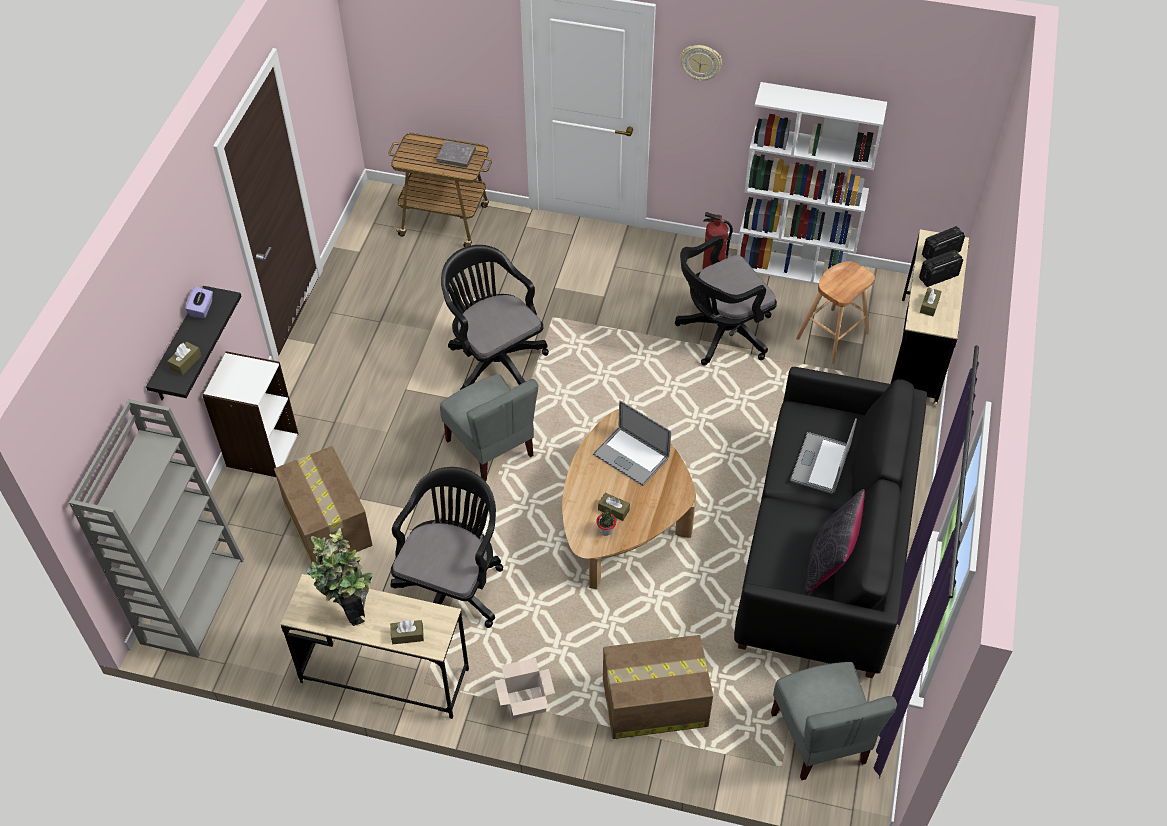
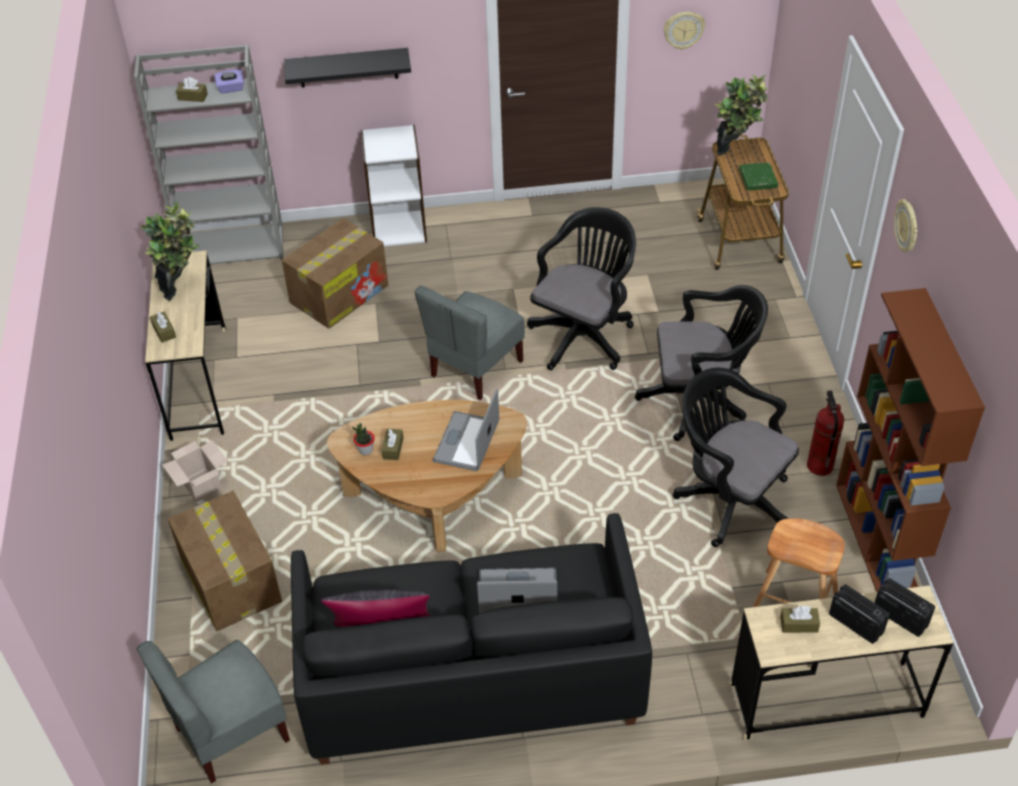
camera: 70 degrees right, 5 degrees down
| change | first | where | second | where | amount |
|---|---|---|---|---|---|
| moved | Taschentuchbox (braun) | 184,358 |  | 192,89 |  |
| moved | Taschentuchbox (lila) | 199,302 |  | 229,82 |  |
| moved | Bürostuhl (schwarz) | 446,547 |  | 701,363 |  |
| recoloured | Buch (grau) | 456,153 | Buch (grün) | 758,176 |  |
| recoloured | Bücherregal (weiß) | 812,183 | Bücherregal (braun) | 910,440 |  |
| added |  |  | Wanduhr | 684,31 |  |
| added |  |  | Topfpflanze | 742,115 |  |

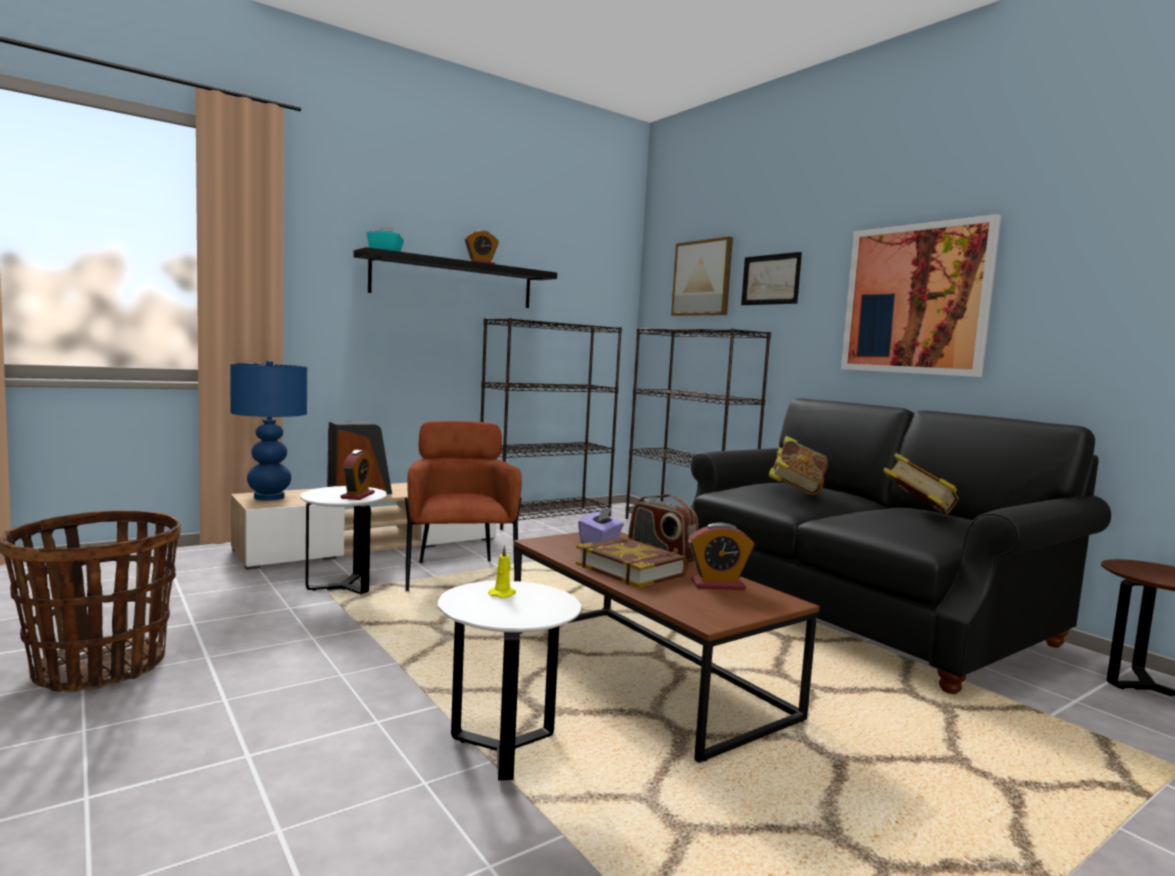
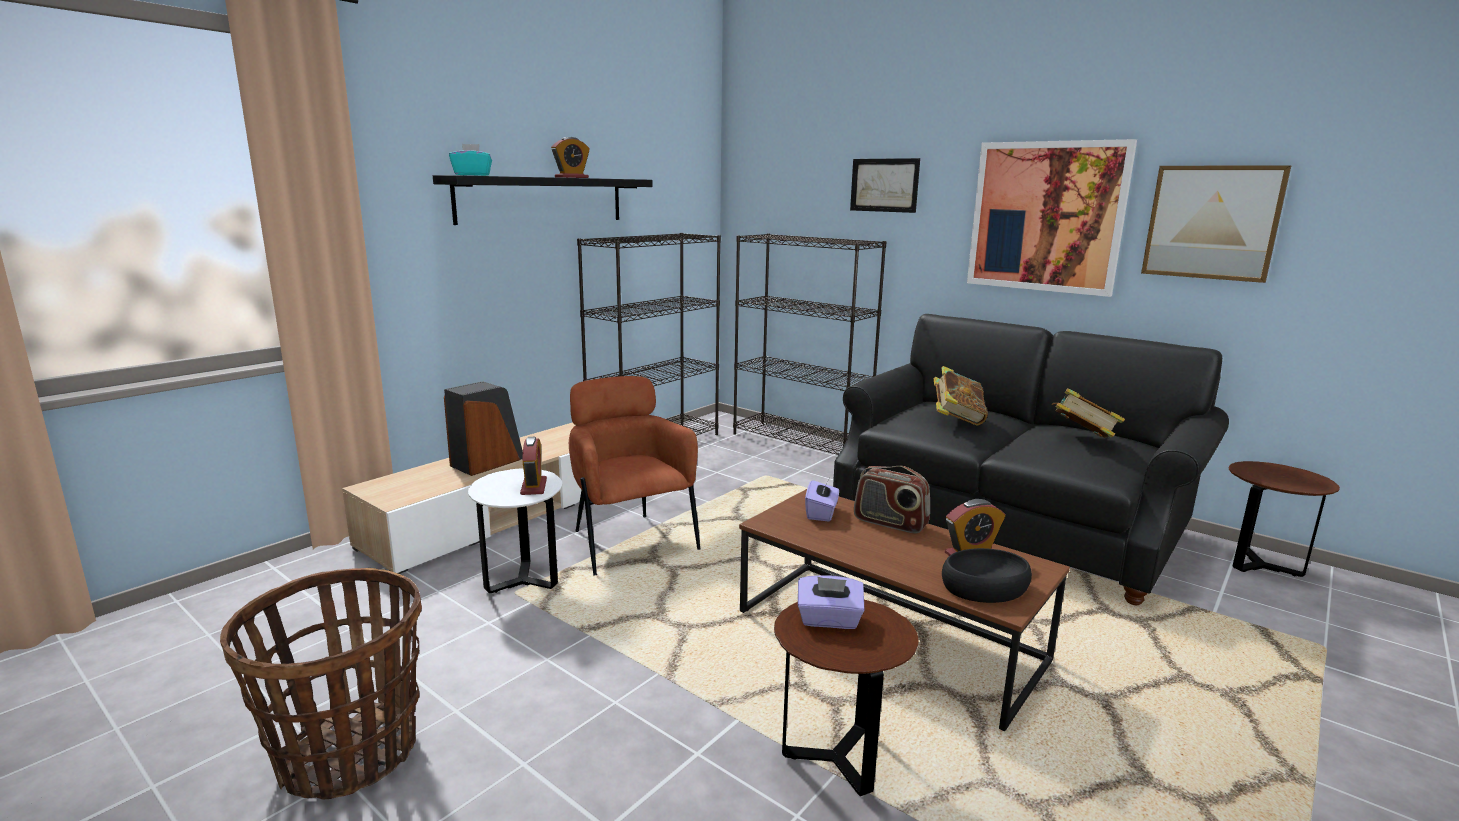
camera: 15 degrees left, 10 degrees up
| change | first | where | second | where | amount |
|---|---|---|---|---|---|
| removed | Tischlampe (blau) | 268,430 |  |  |  |
| recoloured | Beistelltisch (weiß) | 509,680 | Beistelltisch (braun) | 846,698 |  |
| replaced | Kerze (gelb) | 502,571 | Taschentuchbox (lila) | 831,602 |  |
| removed | Buch | 632,562 |  |  |  |
| moved | Bild | 702,276 |  | 1216,224 |  |
| added |  |  | Schüssel (schwarz) | 987,575 |  |

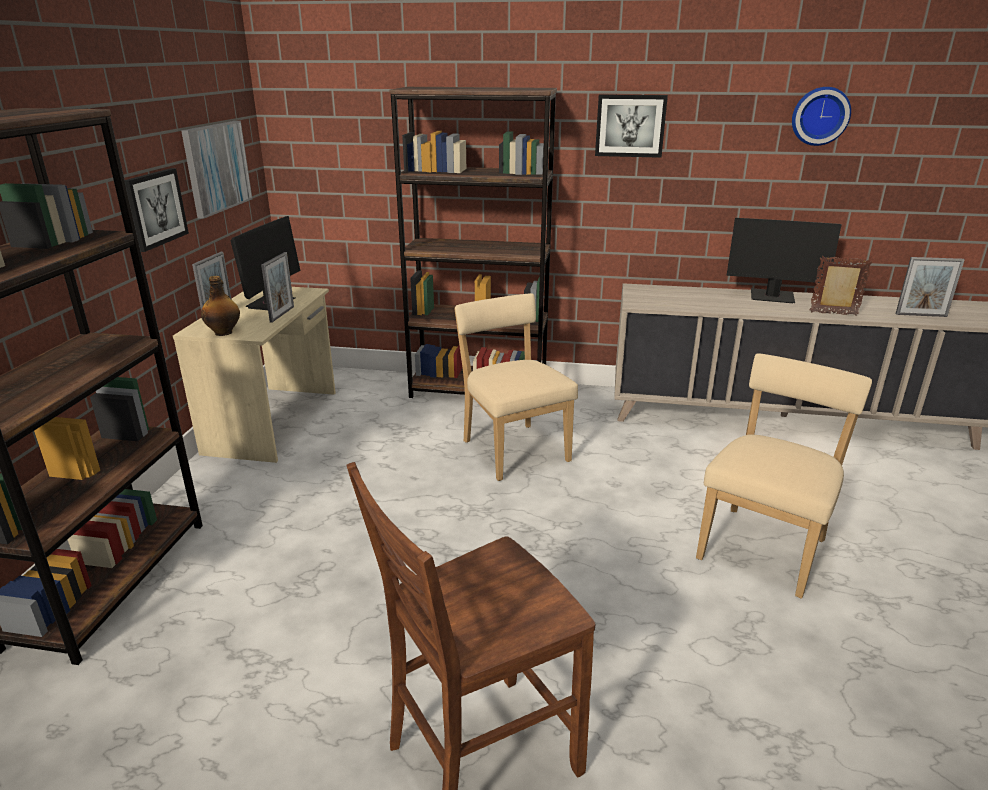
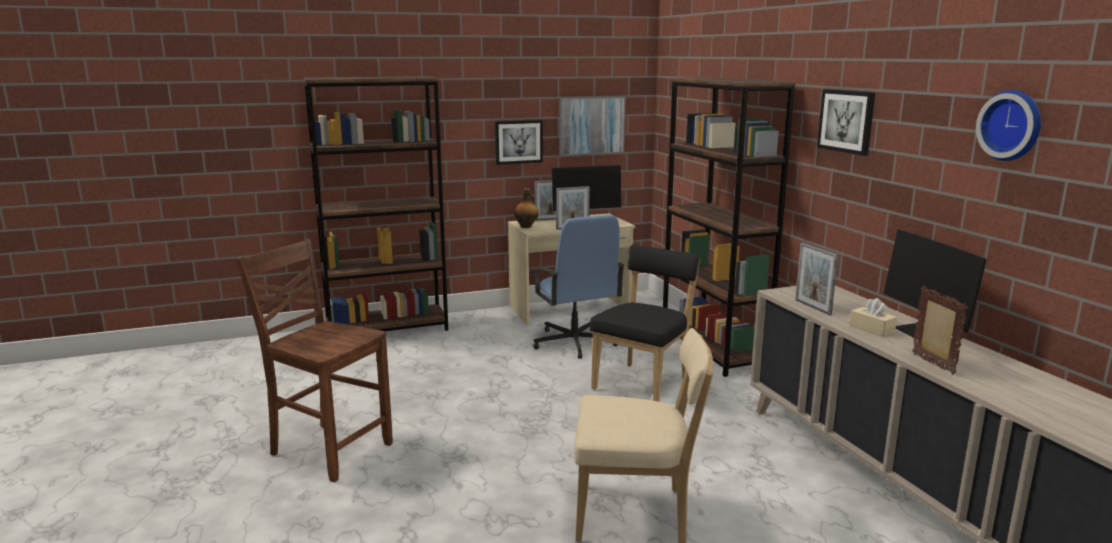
camera: 60 degrees right, 10 degrees down
| change | first | where | second | where | amount |
|---|---|---|---|---|---|
| recoloured | Stuhl (beige) | 516,387 | Stuhl (schwarz) | 645,323 |  |
| moved | Bilderrahmen | 930,287 |  | 816,279 |  |
| added |  |  | Bürostuhl (blau) | 578,287 |  |
| added |  |  | Taschentuchbox (beige) | 873,317 |  |

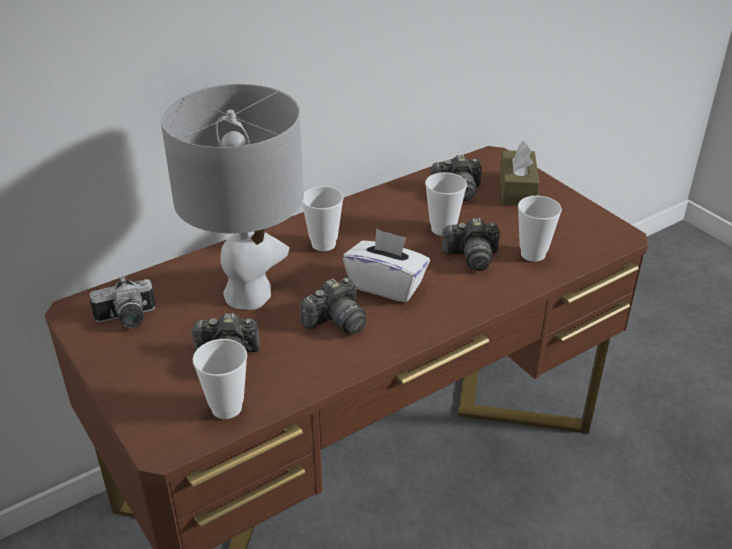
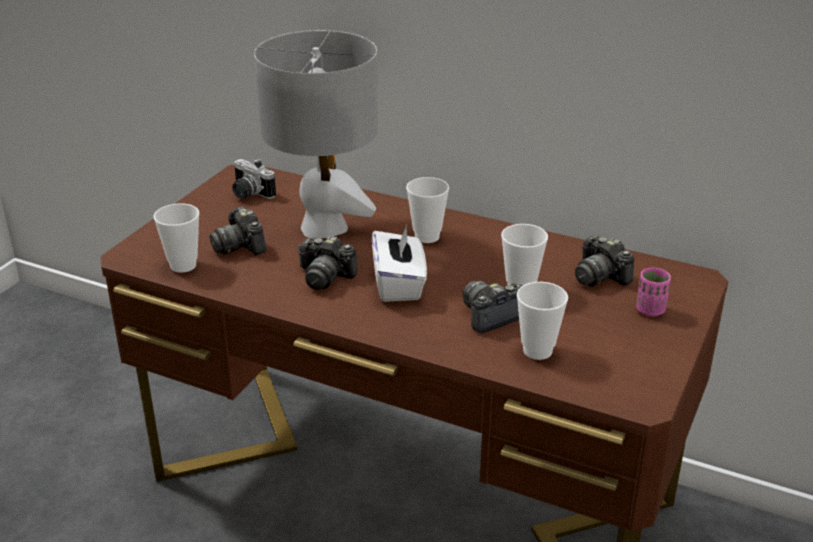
camera: 60 degrees right, 5 degrees down
| change | first | where | second | where | amount |
|---|---|---|---|---|---|
| turned | Kamera | 470,244 |  | 492,307 | 90 degrees clockwise |
| replaced | Taschentuchbox (braun) | 519,173 | Tasse (rosa) | 653,292 |  |

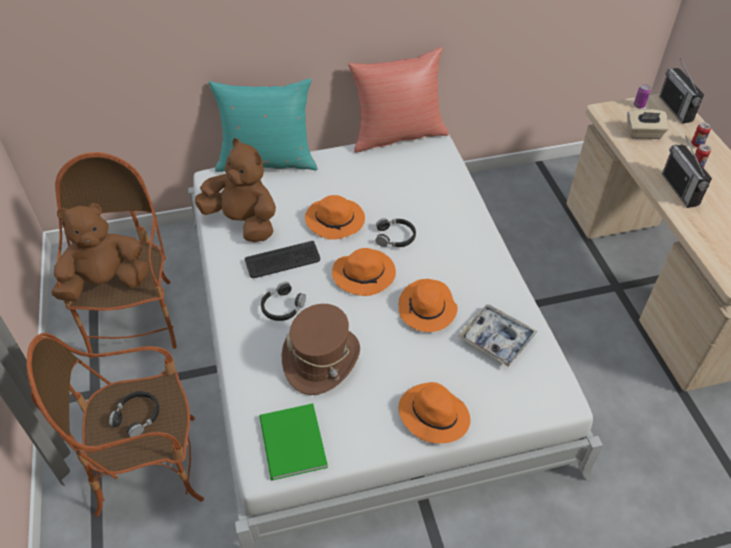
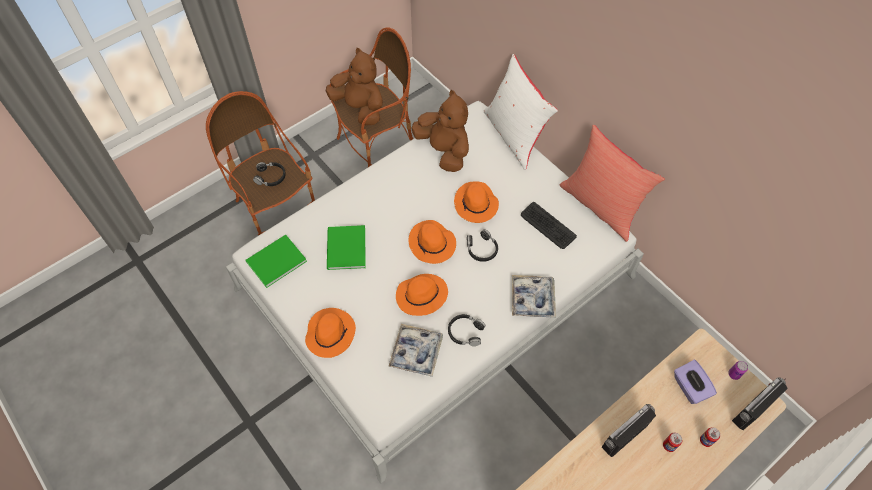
camera: 65 degrees right, 10 degrees up
| change | first | where | second | where | amount |
|---|---|---|---|---|---|
| turned | Plüschtier (braun) | 235,190 |  | 440,131 | 45 degrees counterclockwise |
| recoloured | Kissen (türkis) | 263,125 | Kissen (weiß) | 521,112 |  |
| moved | Tastatur | 282,259 |  | 549,225 |  |
| moved | Kopfhörer (schwarz) | 283,301 |  | 467,330 |  |
| replaced | Hut (braun) | 321,349 | Buch (grün) | 346,247 |  |
| recoloured | Taschentuchbox (beige) | 648,124 | Taschentuchbox (lila) | 695,382 |  |
| added |  |  | Tablett | 534,296 |  |

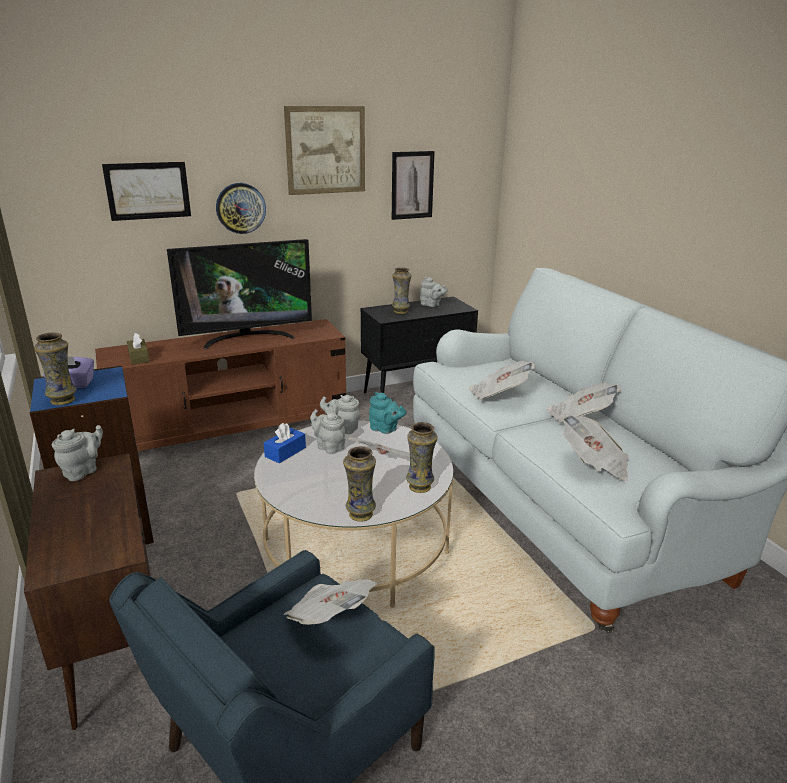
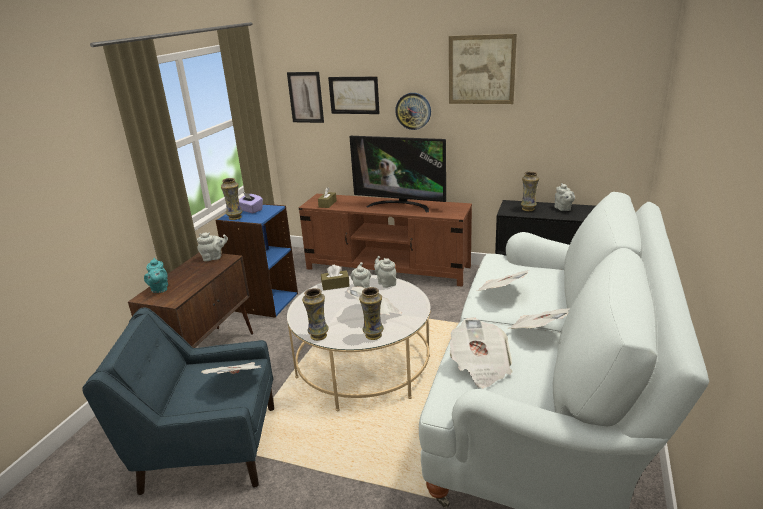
camera: 45 degrees right, 0 degrees up
| change | first | where | second | where | amount |
|---|---|---|---|---|---|
| recoloured | Taschentuchbox (blau) | 285,443 | Taschentuchbox (braun) | 335,277 |  |
| moved | Teekanne (türkis) | 387,413 |  | 156,275 |  |
| moved | Bild | 413,185 |  | 305,97 |  |

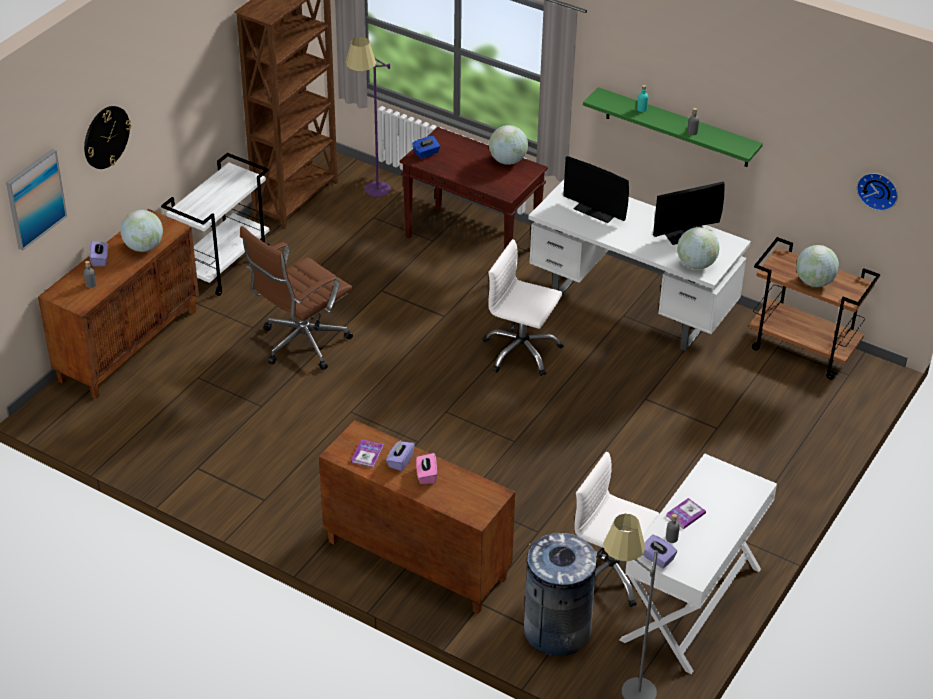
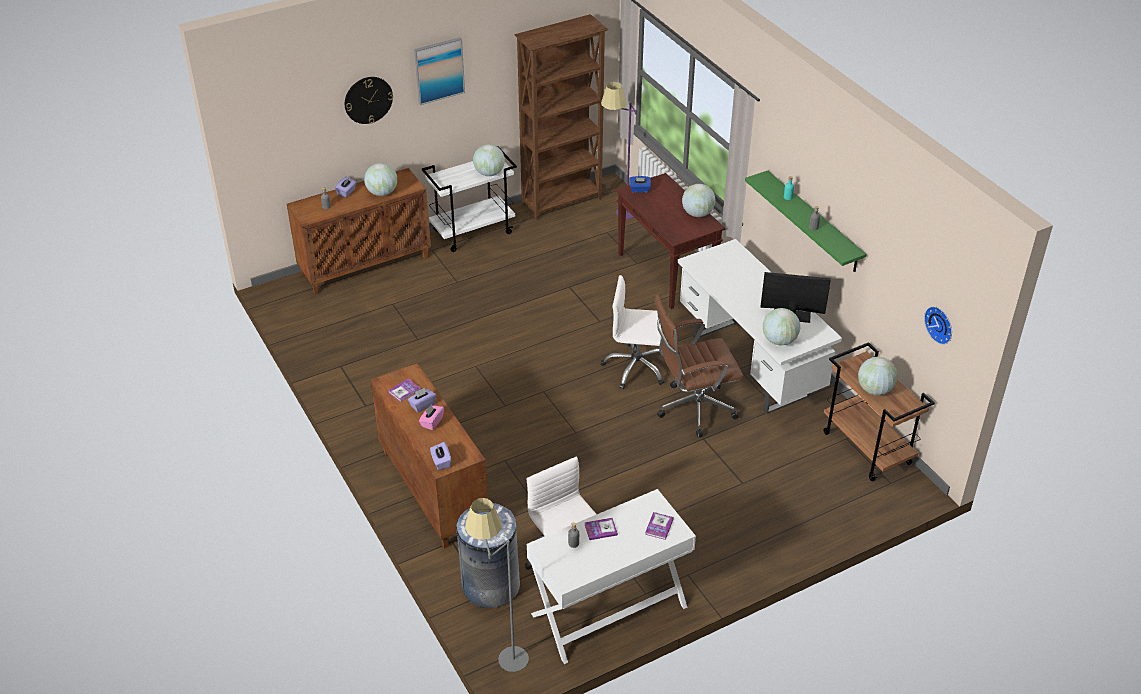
camera: 30 degrees right, 0 degrees up
| change | first | where | second | where | amount |
|---|---|---|---|---|---|
| moved | Bild | 36,200 |  | 439,71 |  |
| moved | Bürostuhl (braun) | 296,298 |  | 699,366 |  |
| turned | Bürostuhl (weiß) | 523,307 |  | 632,332 | 45 degrees counterclockwise |
| removed | Monitor | 596,189 |  |  |  |
| moved | Taschentuchbox (lila) | 660,551 |  | 440,456 |  |
| added |  |  | Globus | 489,160 |  |
| added |  |  | Buch | 659,526 |  |

